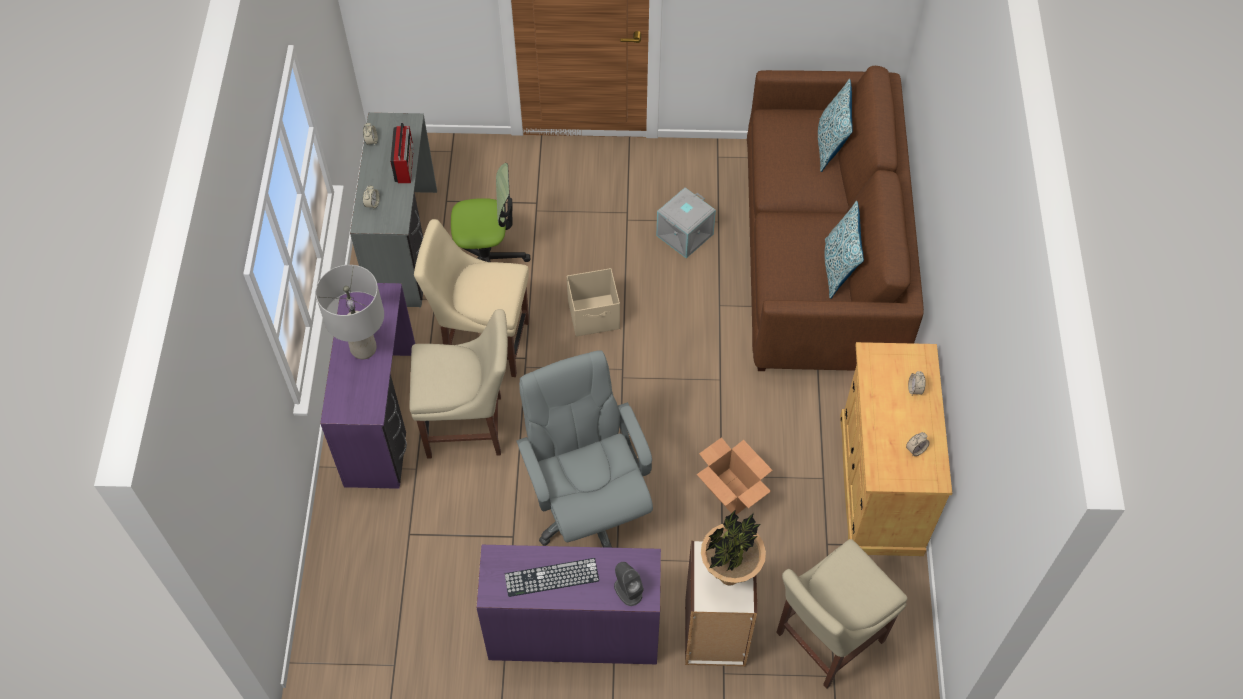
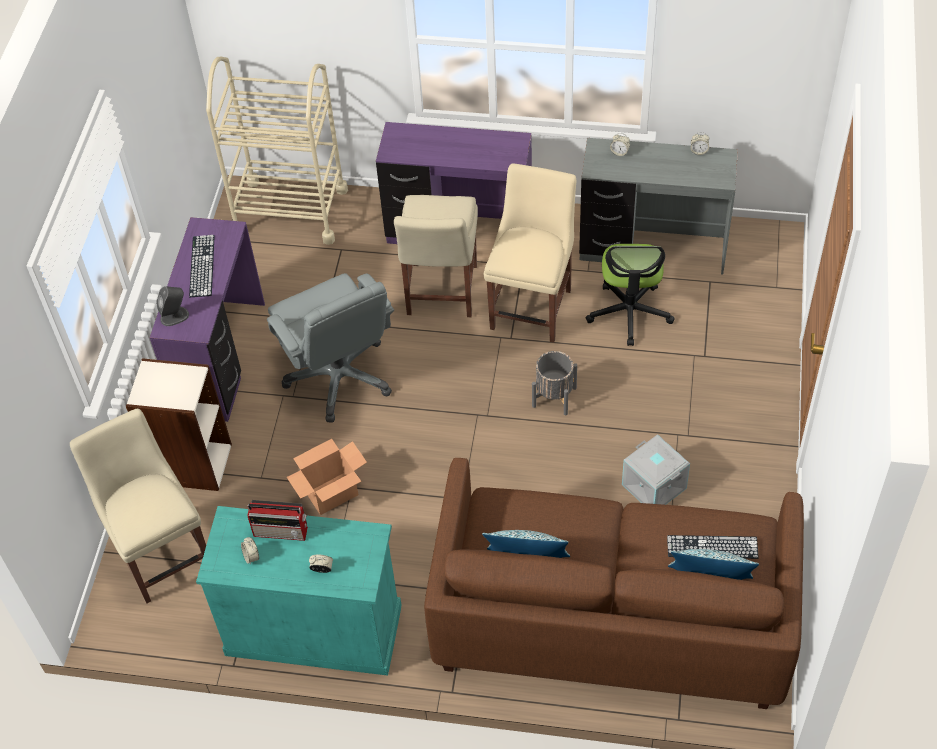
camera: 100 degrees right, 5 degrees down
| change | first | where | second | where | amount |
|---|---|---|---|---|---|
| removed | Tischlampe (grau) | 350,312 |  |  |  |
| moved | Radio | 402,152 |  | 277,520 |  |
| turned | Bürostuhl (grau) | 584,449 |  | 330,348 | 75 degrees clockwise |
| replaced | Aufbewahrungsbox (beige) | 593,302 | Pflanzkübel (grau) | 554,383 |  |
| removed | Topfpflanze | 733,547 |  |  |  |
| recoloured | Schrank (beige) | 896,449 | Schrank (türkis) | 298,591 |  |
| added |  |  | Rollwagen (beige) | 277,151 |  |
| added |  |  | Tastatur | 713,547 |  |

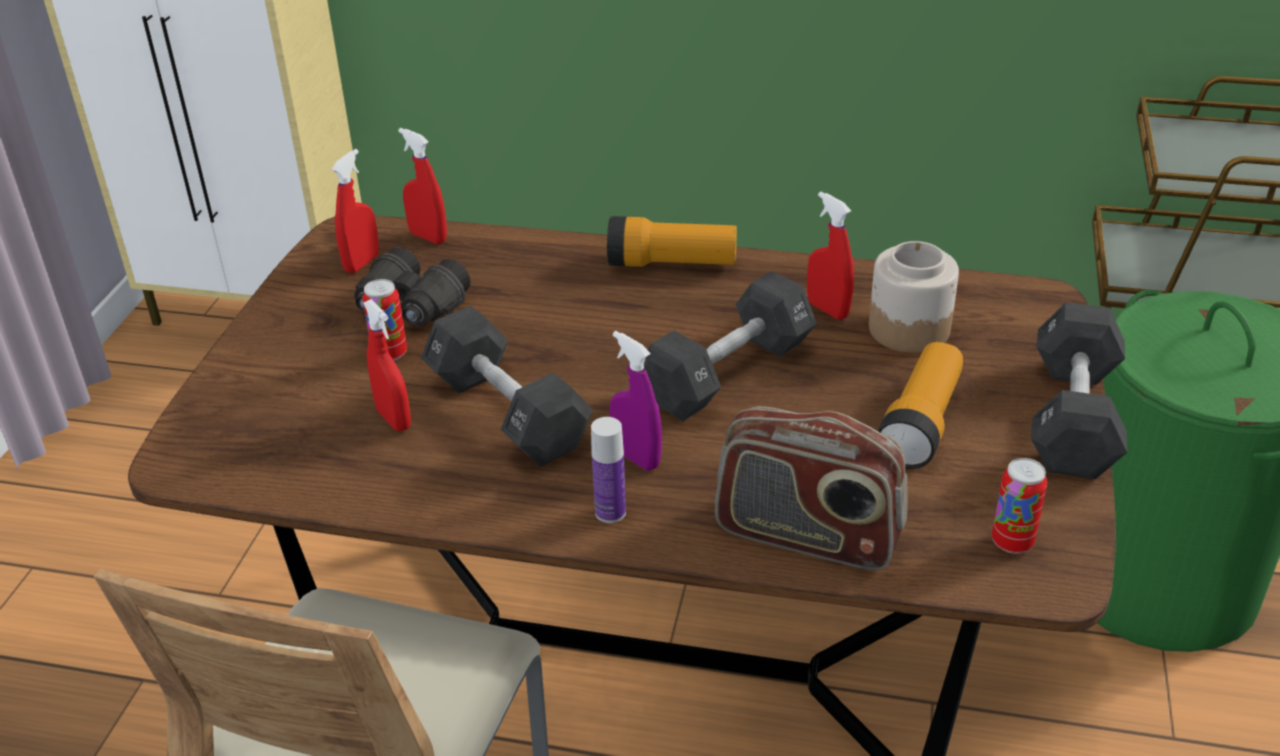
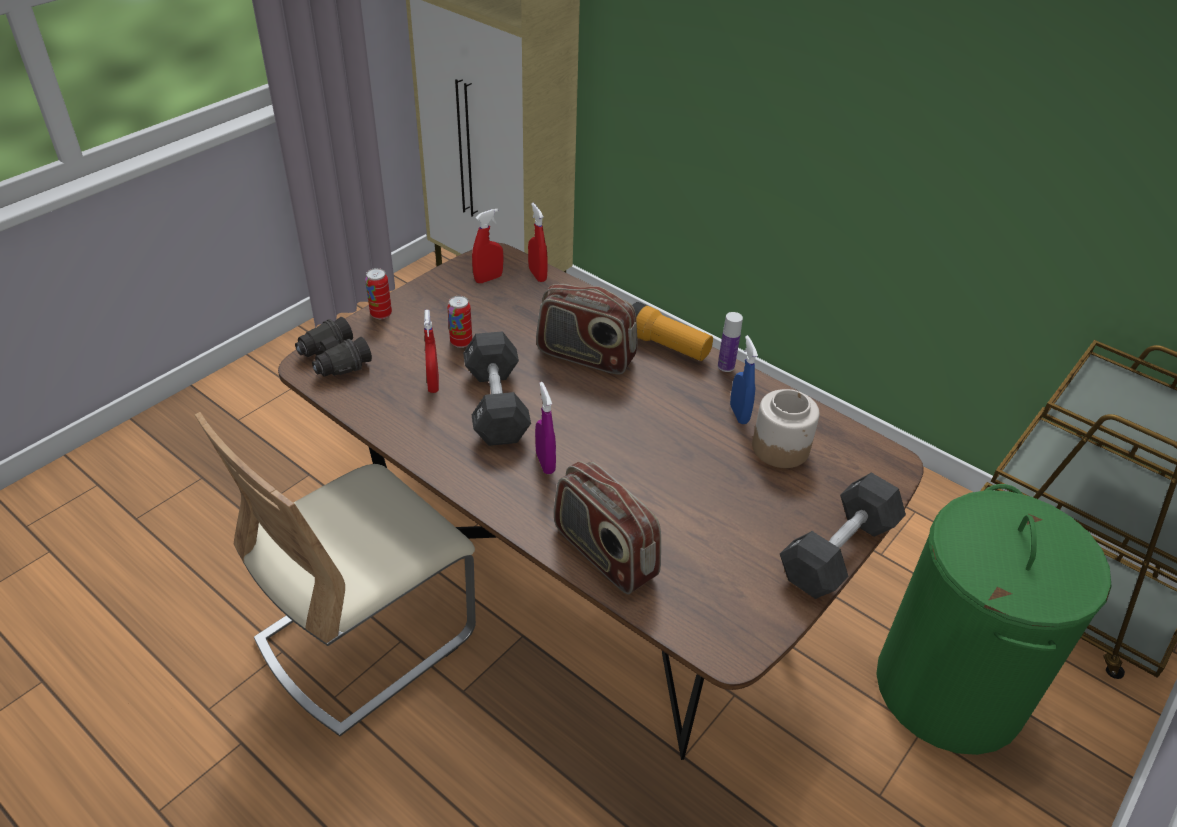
camera: 25 degrees right, 5 degrees up
| change | first | where | second | where | amount |
|---|---|---|---|---|---|
| moved | Fernglas (schwarz) | 412,286 |  | 333,347 |  |
| moved | Flasche | 608,470 |  | 730,342 |  |
| removed | Hantel (schwarz) | 730,346 |  |  |  |
| recoloured | Sprühflasche (rot) | 830,256 | Sprühflasche (blau) | 744,379 |  |
| removed | Taschenlampe | 920,405 |  |  |  |
| moved | Dose | 1019,506 |  | 378,293 |  |
| added |  |  | Radio | 587,329 |  |

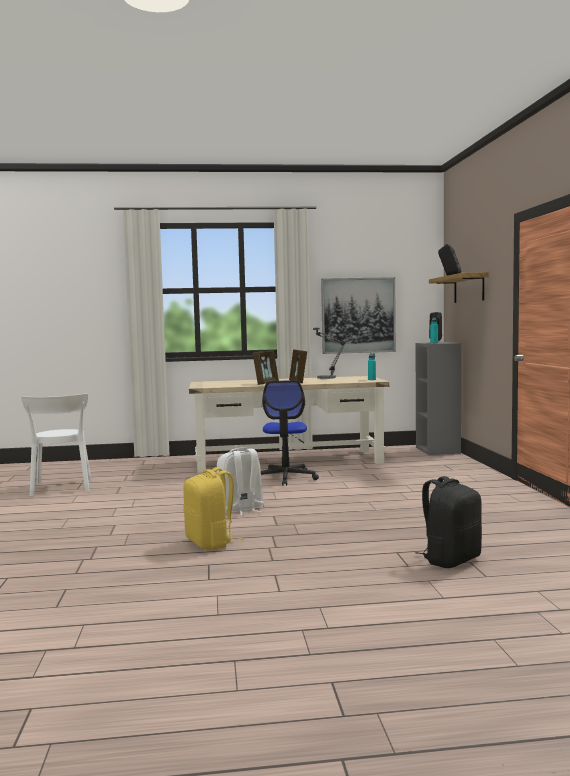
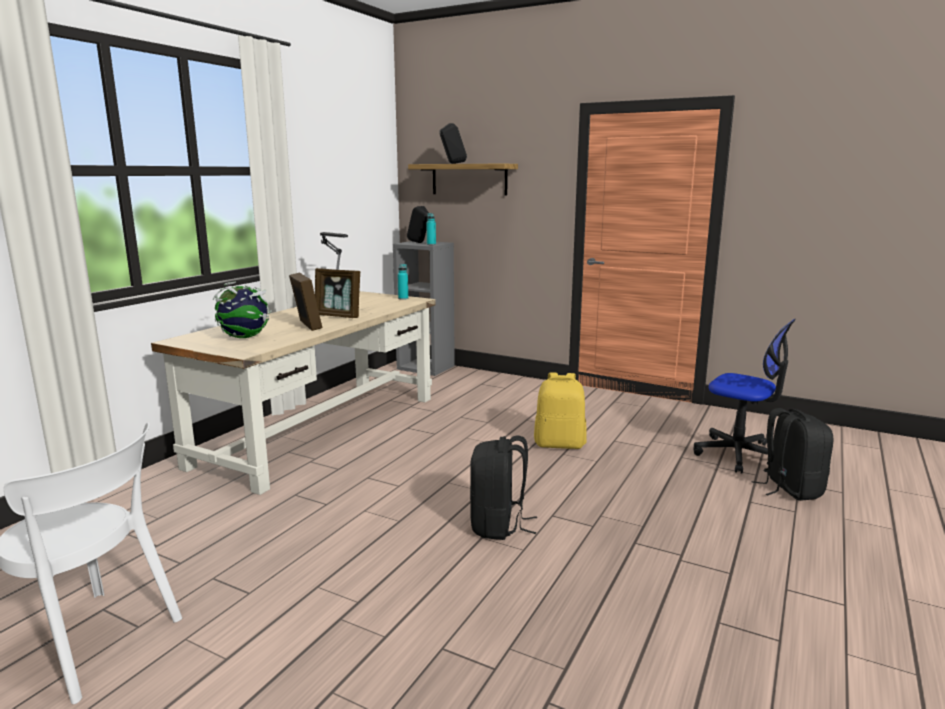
camera: 55 degrees left, 10 degrees up
| change | first | where | second | where | amount |
|---|---|---|---|---|---|
| moved | Rucksack (gelb) | 213,508 |  | 560,410 |  |
| recoloured | Rucksack (weiß) | 240,481 | Rucksack (schwarz) | 503,488 |  |
| moved | Bürostuhl | 290,433 |  | 745,396 |  |
| removed | Bild | 358,315 |  |  |  |
| added |  |  | Globus | 242,309 |  |

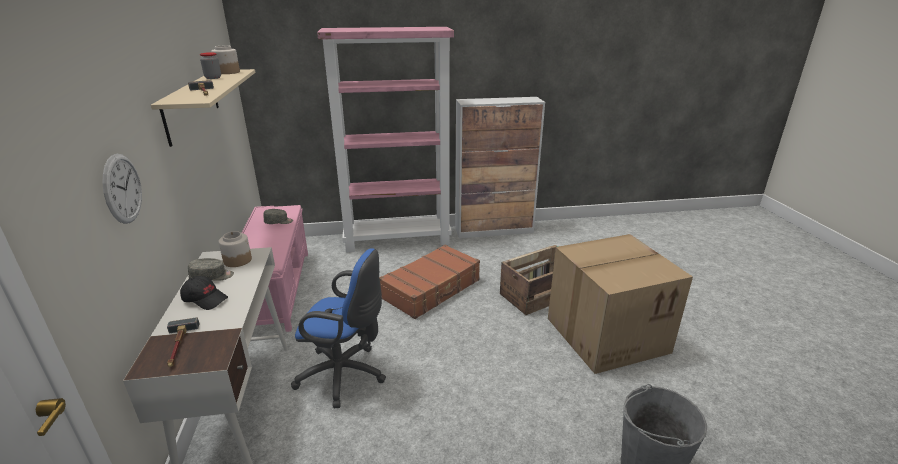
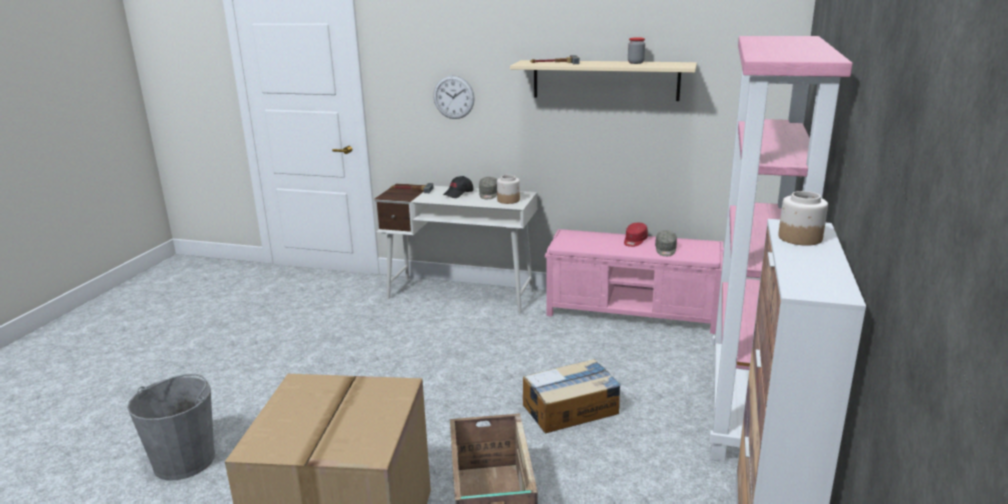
camera: 115 degrees right, 5 degrees down
| change | first | where | second | where | amount |
|---|---|---|---|---|---|
| moved | Vorratsglas | 225,59 |  | 803,218 |  |
| removed | Bürostuhl (blau) | 338,328 |  |  |  |
| replaced | Koffer (braun) | 429,282 | Karton | 572,396 |  |
| added |  |  | Kappe (rot) | 636,235 |  |

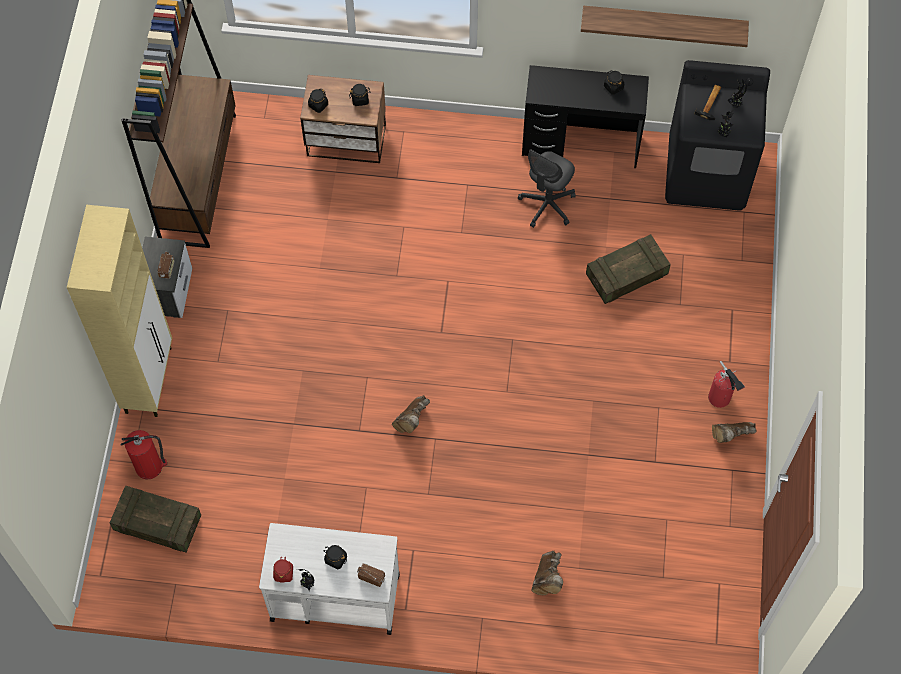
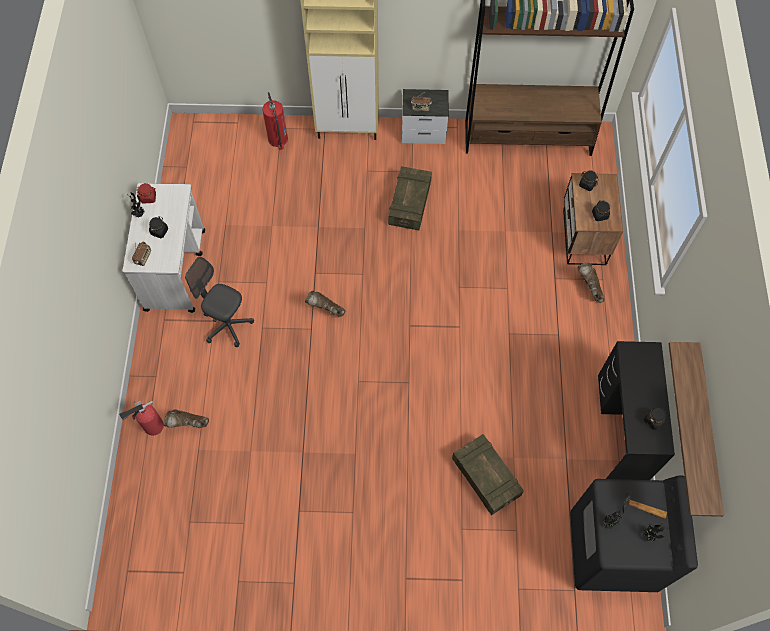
camera: 85 degrees right, 0 degrees up
| change | first | where | second | where | amount |
|---|---|---|---|---|---|
| moved | Kiste | 155,519 |  | 410,198 |  |
| moved | Bürostuhl (grau) | 546,188 |  | 219,301 |  |
| moved | Feuerlöscher | 726,384 |  | 141,418 |  |
| moved | Stiefel (braun) | 734,432 |  | 591,283 |  |

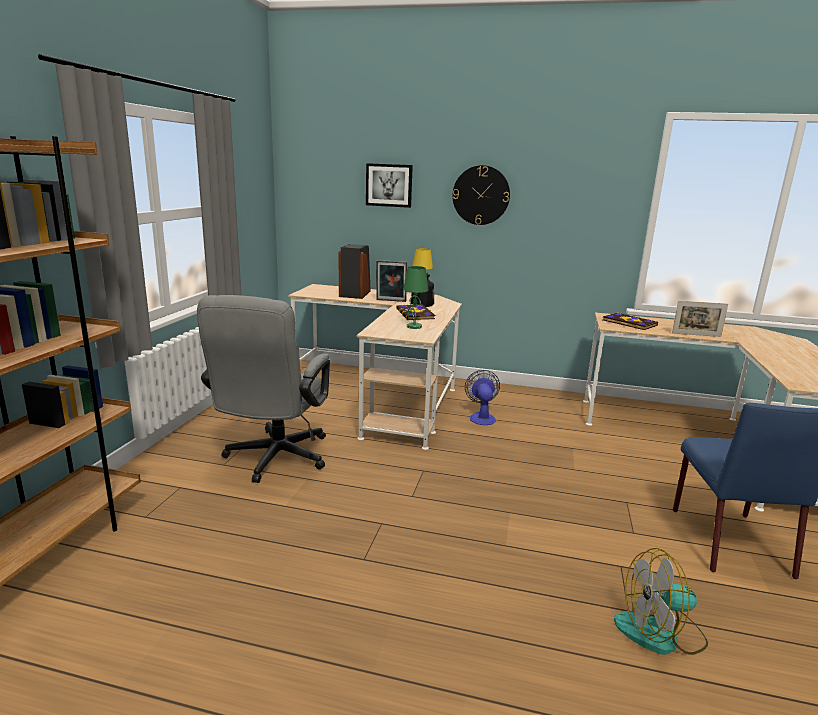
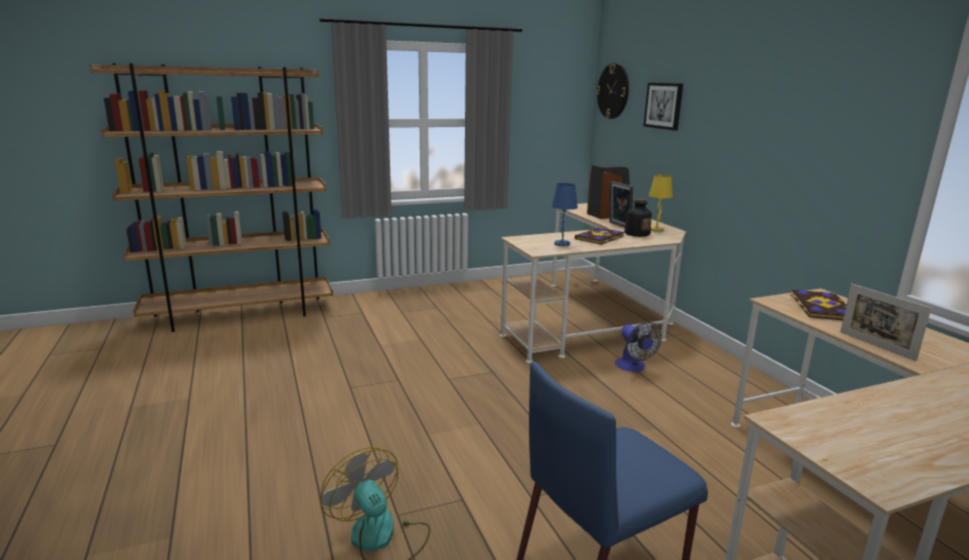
camera: 55 degrees right, 0 degrees up
| change | first | where | second | where | amount |
|---|---|---|---|---|---|
| removed | Bürostuhl (grau) | 263,389 |  |  |  |
| recoloured | Tischlampe (grün) | 416,297 | Tischlampe (blau) | 565,214 |  |
| moved | Wanduhr | 481,195 |  | 612,91 |  |
| turned | Ventilator | 482,397 |  | 638,347 | 105 degrees clockwise |

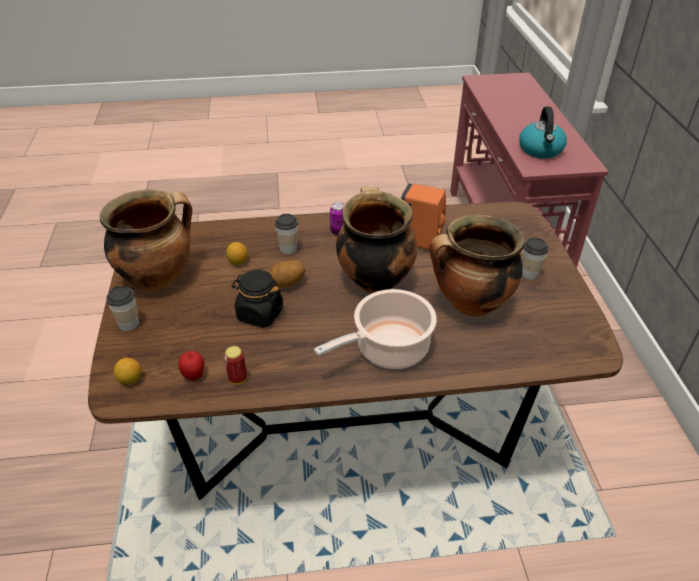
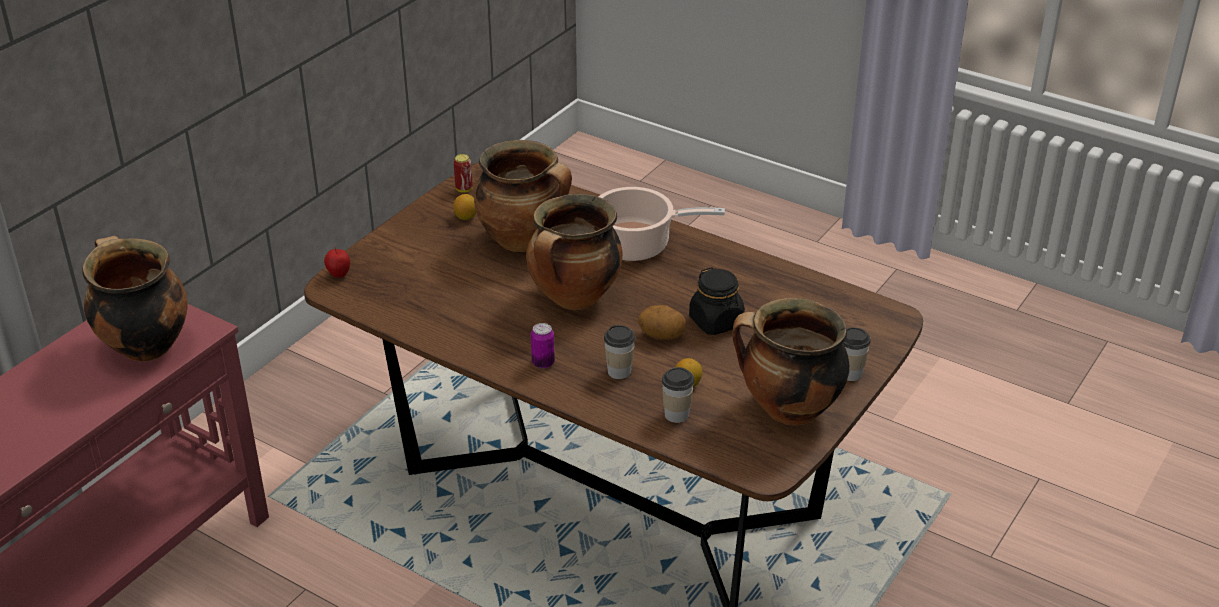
camera: 140 degrees left, 5 degrees down
| change | first | where | second | where | amount |
|---|---|---|---|---|---|
| moved | Zitrone | 128,371 |  | 464,207 |  |
| moved | Apfel | 191,366 |  | 337,262 |  |
| moved | Dose | 235,365 |  | 463,173 |  |
| removed | Seifenspender (orange) | 423,216 |  |  |  |
| replaced | Wasserkessel | 543,132 | Kochtopf | 135,299 |  |
| moved | Tasse | 535,259 |  | 678,395 |  |

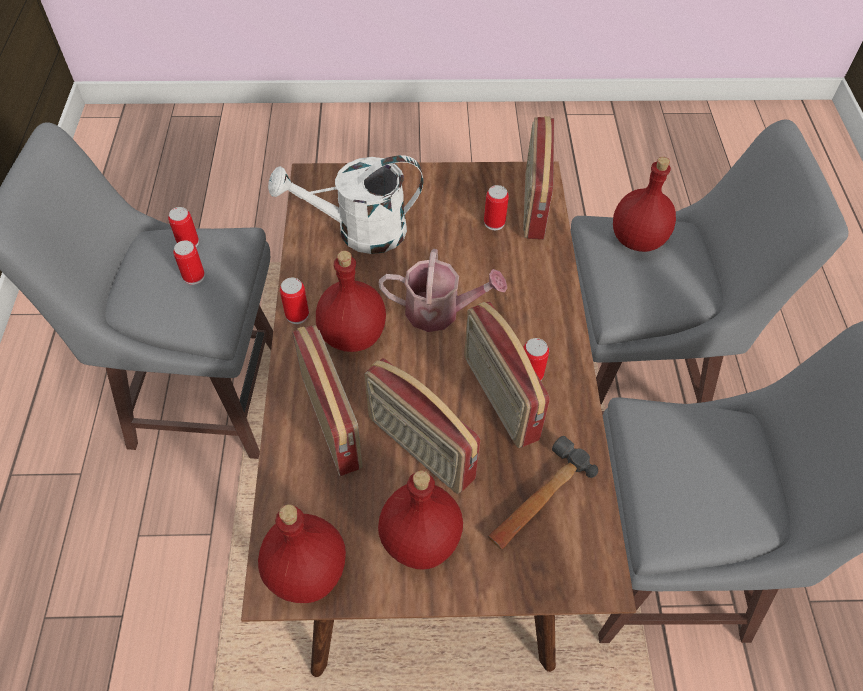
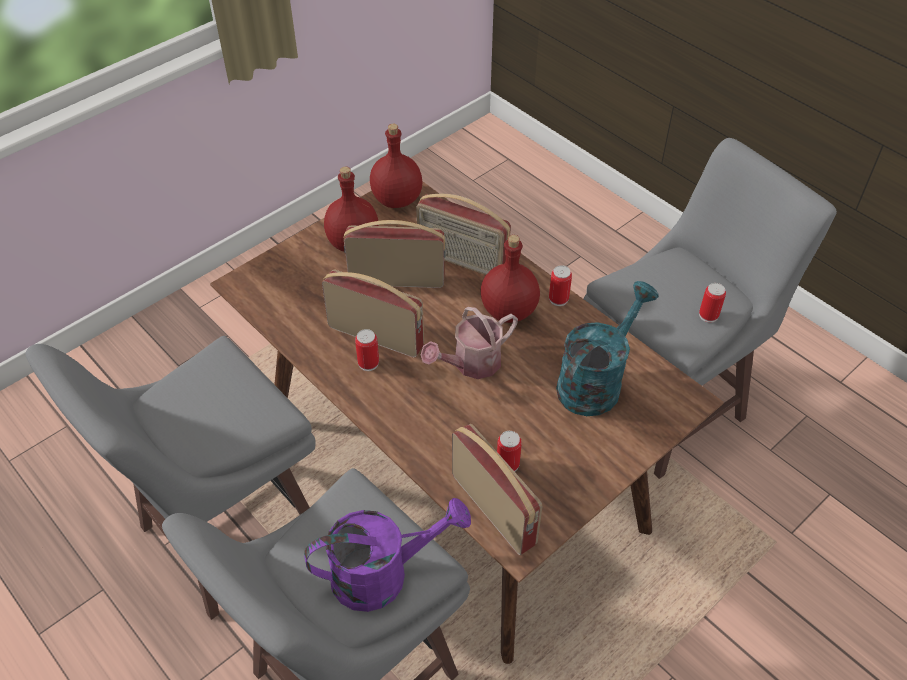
camera: 140 degrees right, 5 degrees down
| change | first | where | second | where | amount |
|---|---|---|---|---|---|
| removed | Dose | 189,262 |  |  |  |
| recoloured | Gießkanne (weiß) | 345,204 | Gießkanne (türkis) | 607,348 |  |
| removed | Hammer | 543,492 |  |  |  |
| replaced | Flasche (rot) | 644,204 | Gießkanne (lila) | 387,555 |  |

